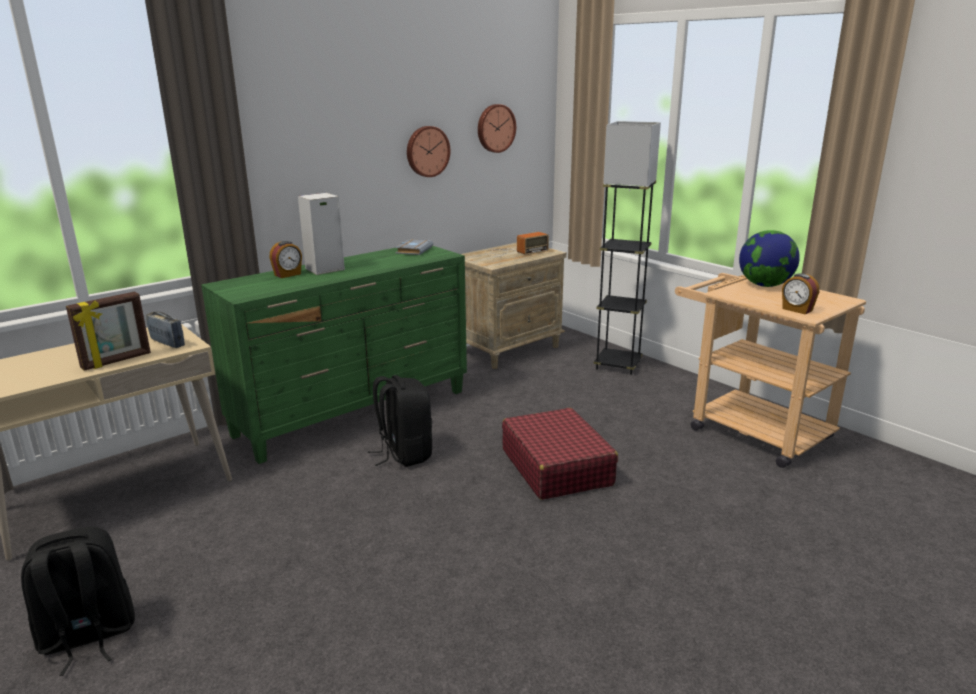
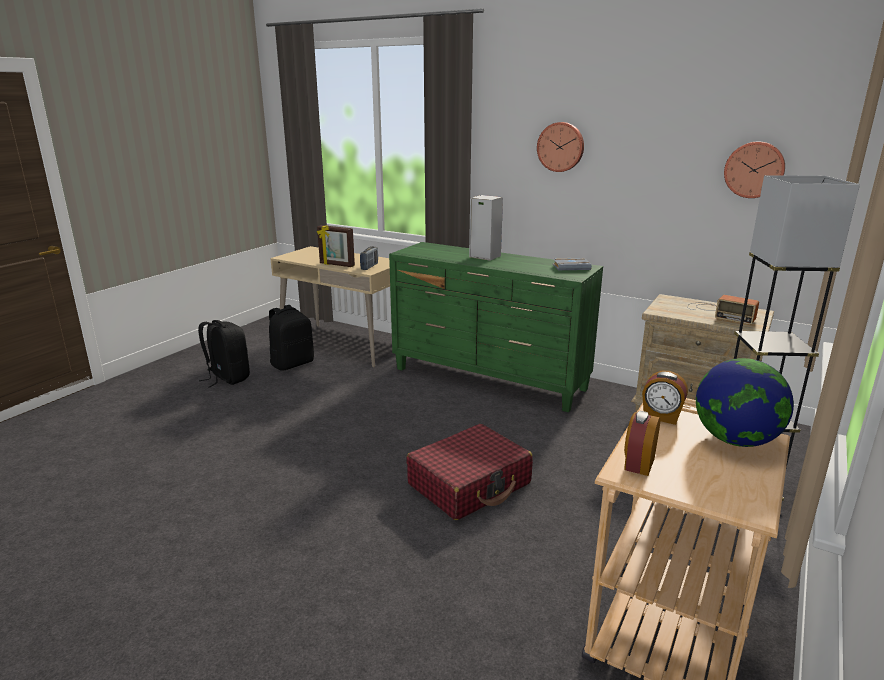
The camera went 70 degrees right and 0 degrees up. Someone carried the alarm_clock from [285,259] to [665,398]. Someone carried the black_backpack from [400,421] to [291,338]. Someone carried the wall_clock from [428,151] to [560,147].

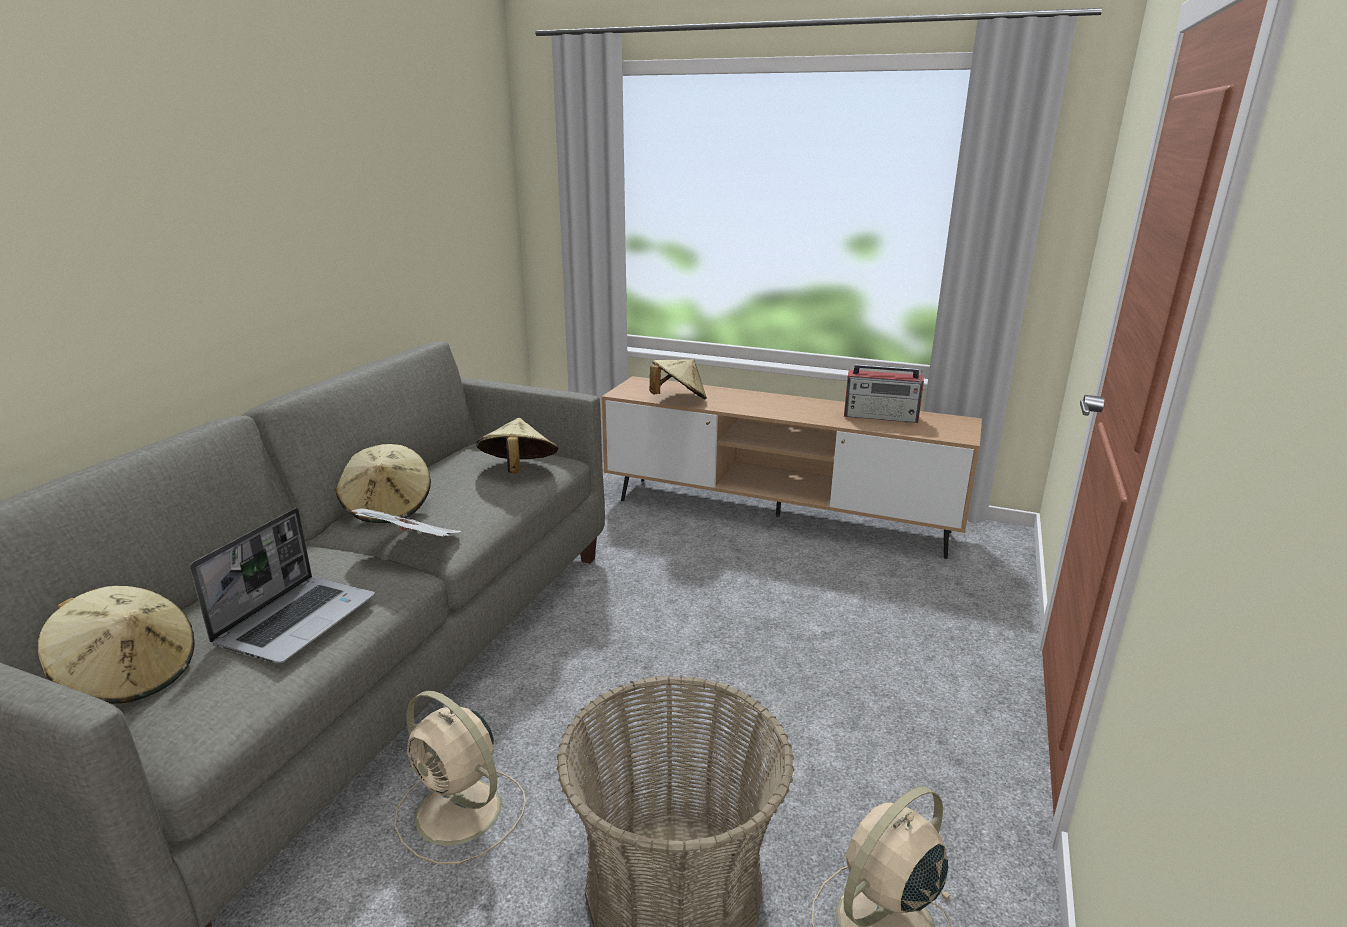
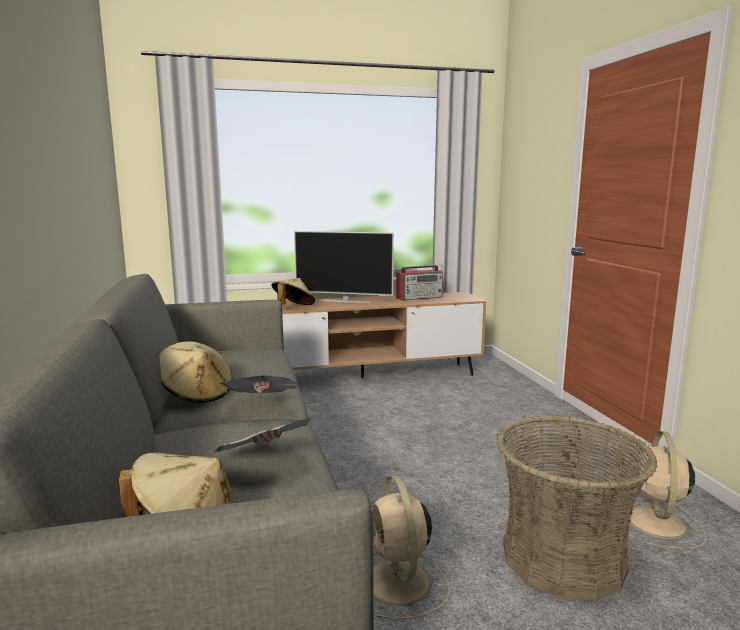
The camera went 35 degrees left and 10 degrees down. Someone swapped the laptop at [282,586] for the newspaper at [262,436]. Someone rotated the beige_fan at [460,777] by 75 degrees clockwise. Someone took away the beige_hat at [517,445]. Someone put down the television at [344,267].

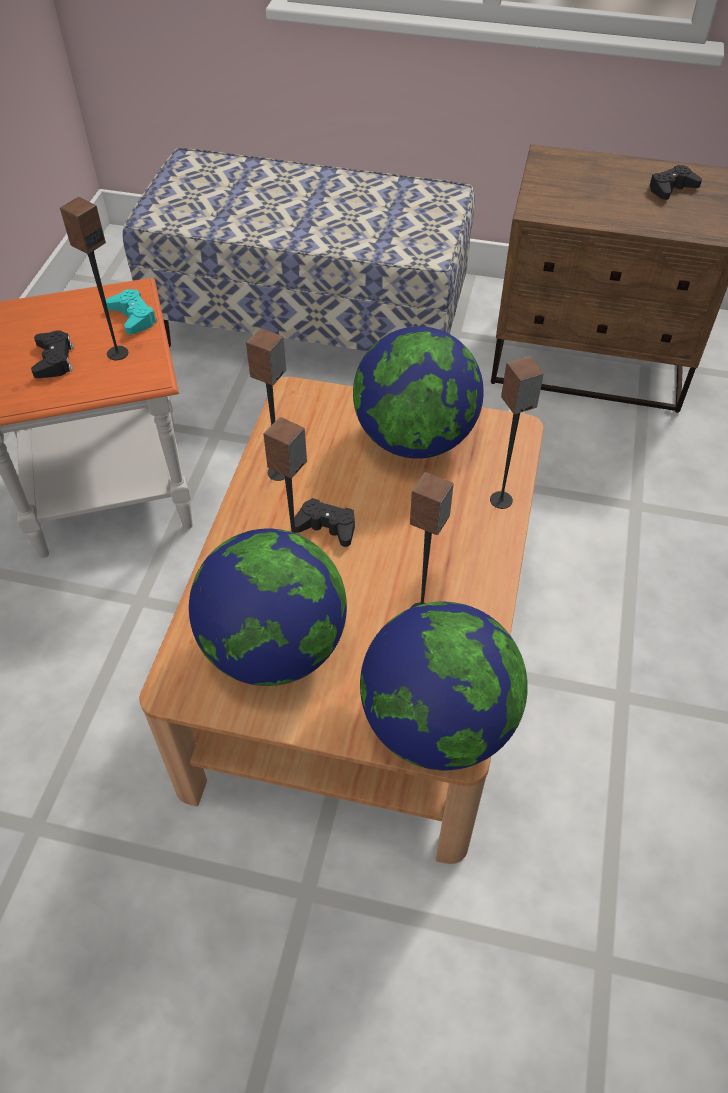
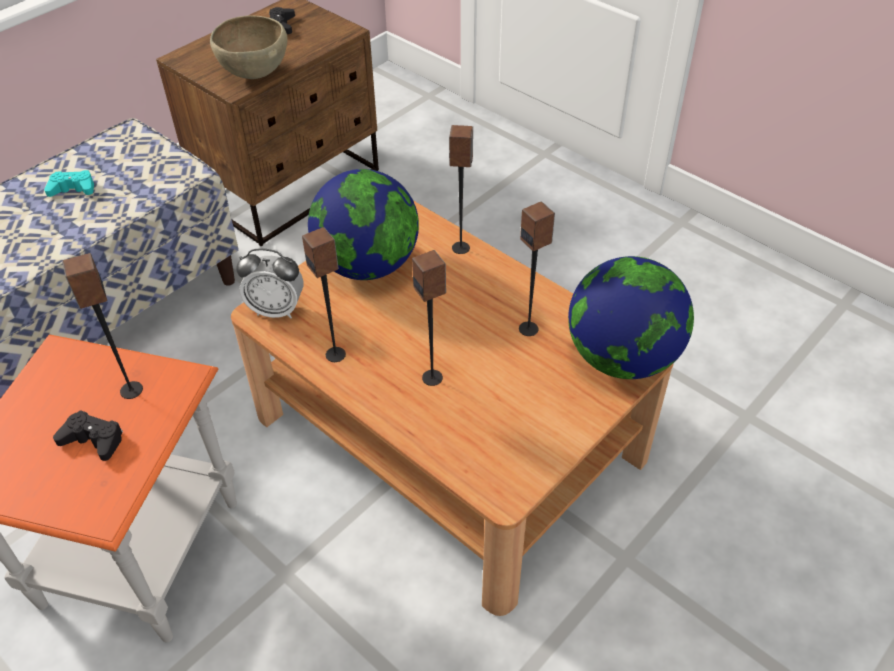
The camera went 60 degrees left and 5 degrees down. Someone carried the turquoise_game_controller from [131,312] to [69,183]. Someone took away the globe at [268,607]. Someone took away the black_game_controller at [324,522]. Someone put down the brown_bowl at [249,47]. Someone put down the alarm_clock at [270,283].

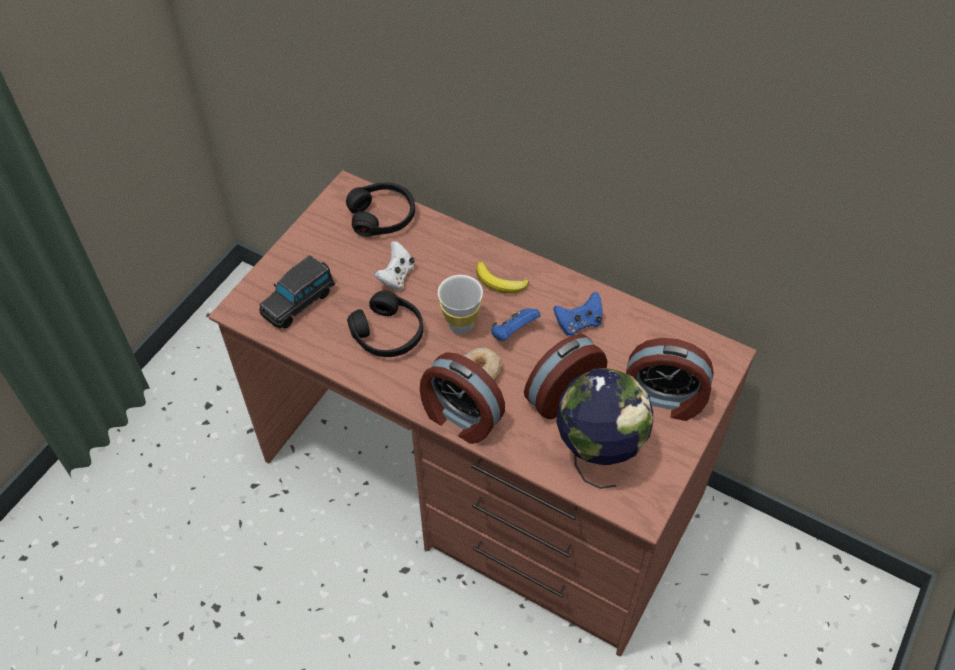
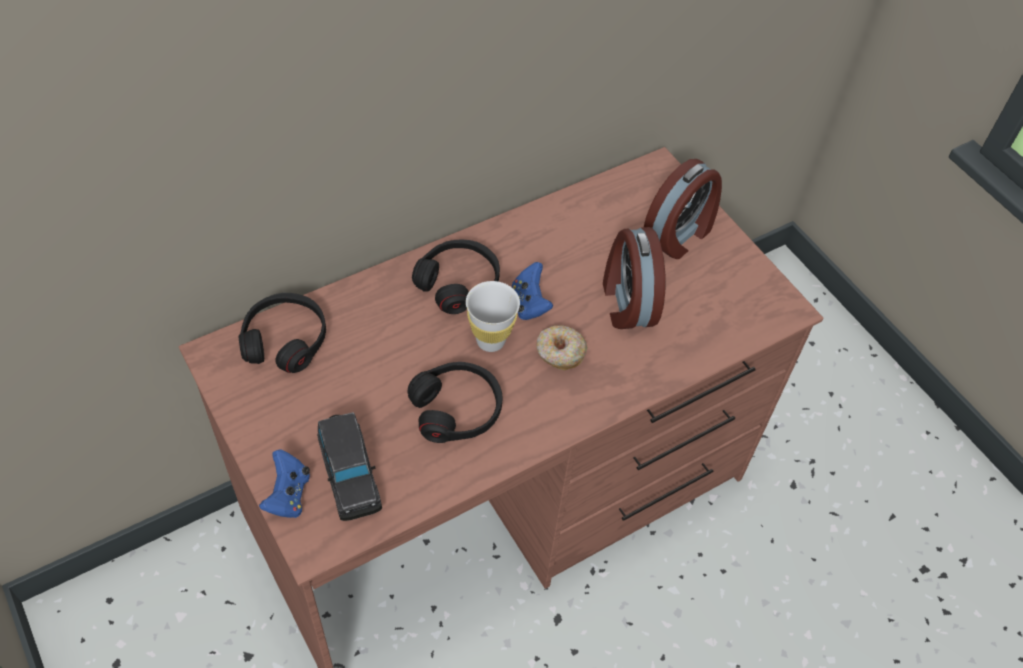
The camera went 65 degrees left and 0 degrees up. Someone took away the white_game_controller at [394,265]. Someone took away the alarm_clock at [462,398]. Someone swapped the banana at [502,277] for the black_headphones at [456,276]. Someone carried the blue_game_controller from [578,314] to [284,483]. Someone took away the globe at [604,428].

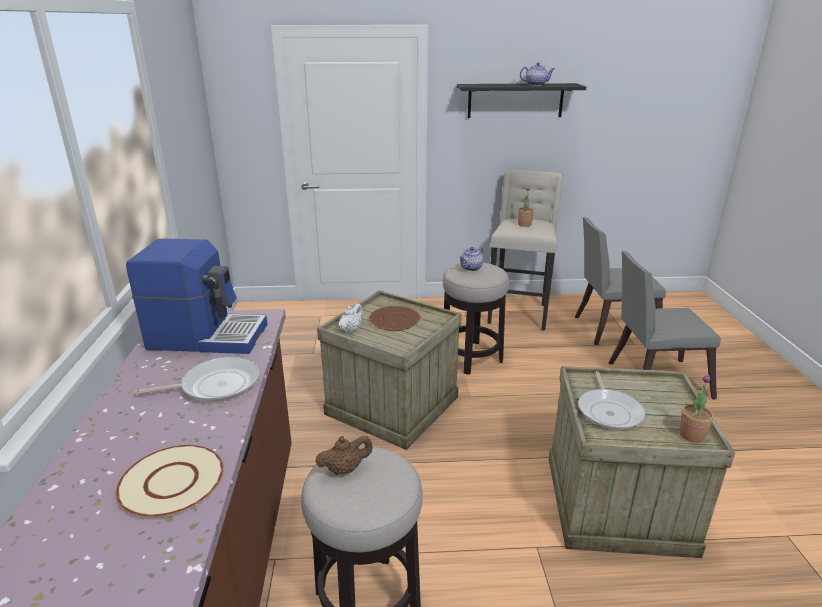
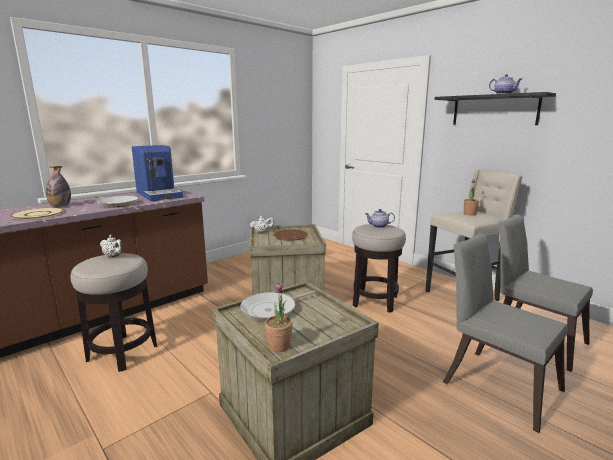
The camera went 50 degrees right and 10 degrees down. Someone repainted the brown_teapot at [344,455], which became the white_teapot at [112,246]. Someone put down the bottle at [58,186].

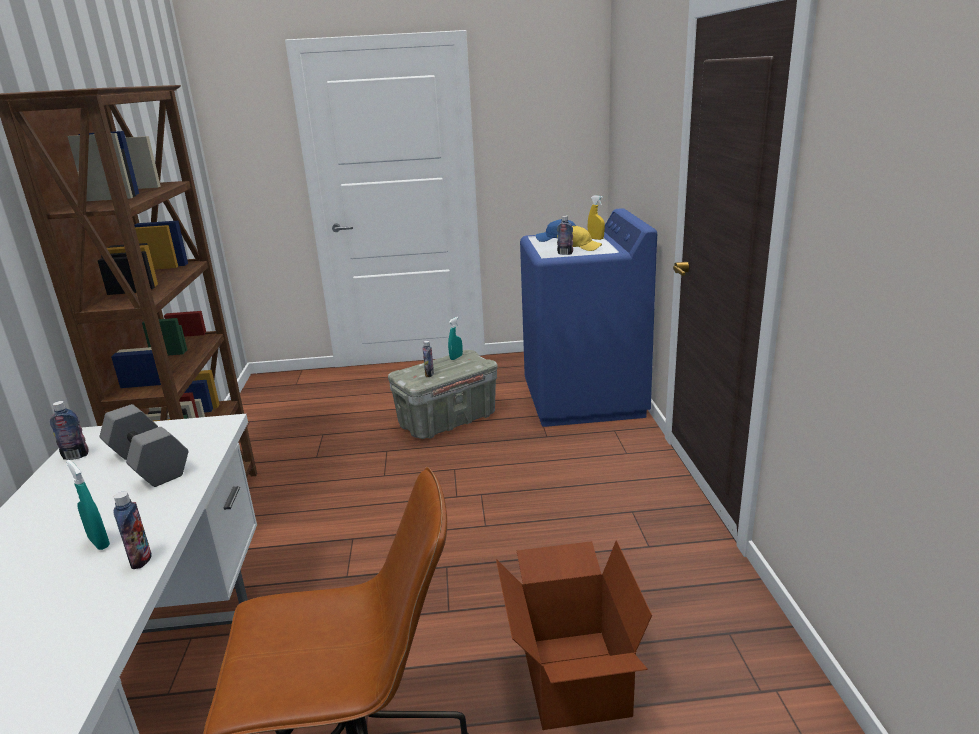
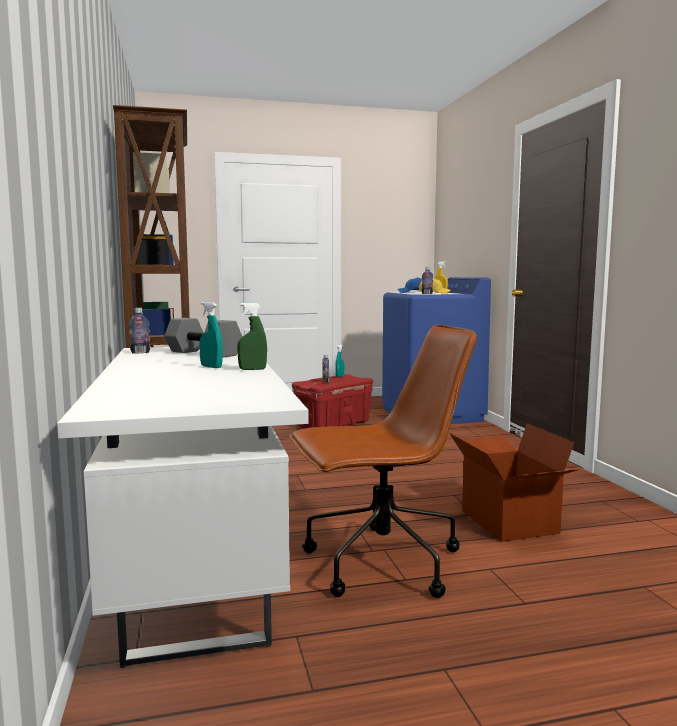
The camera went 10 degrees left and 15 degrees down. Someone swapped the bottle at [133,530] for the green_spray_bottle at [252,336]. Someone repainted the grey_storage_box at [443,394], which became the red_storage_box at [332,401].

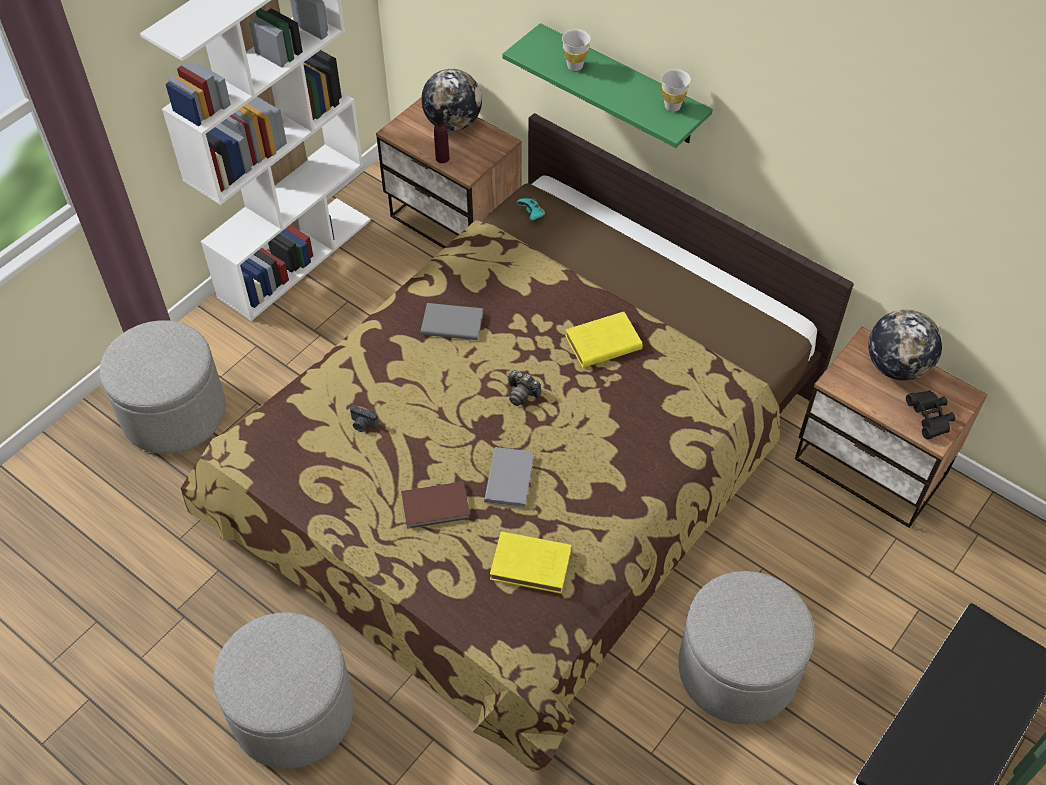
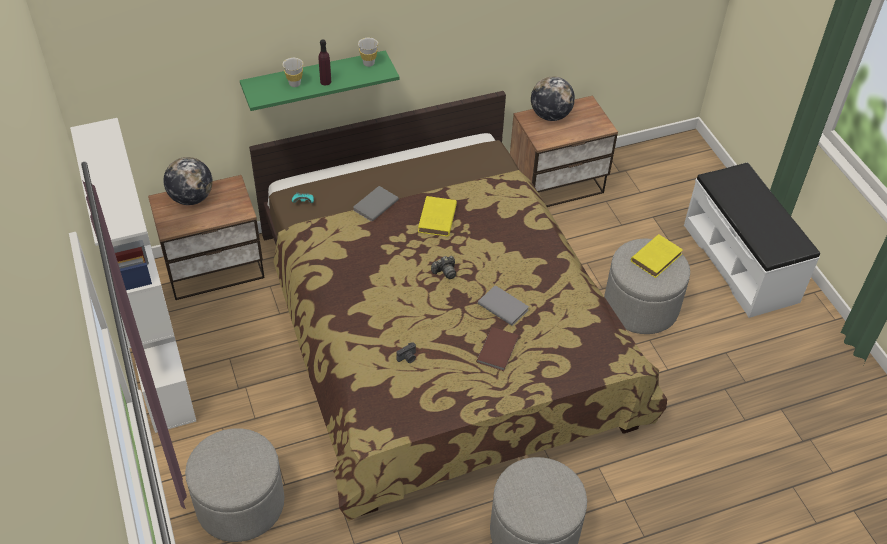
The camera went 60 degrees left and 5 degrees down. Someone carried the grey_book from [452,321] to [376,204]. Someone carried the purple_bottle from [441,136] to [325,62]. Someone carried the yellow_book from [531,562] to [657,256]. Someone took away the black_binoculars at [931,414].

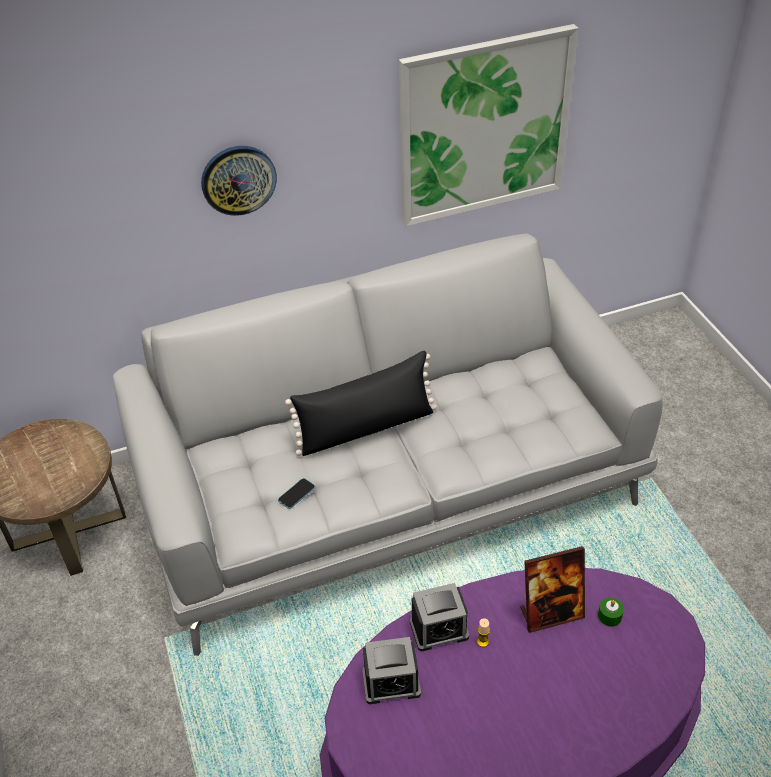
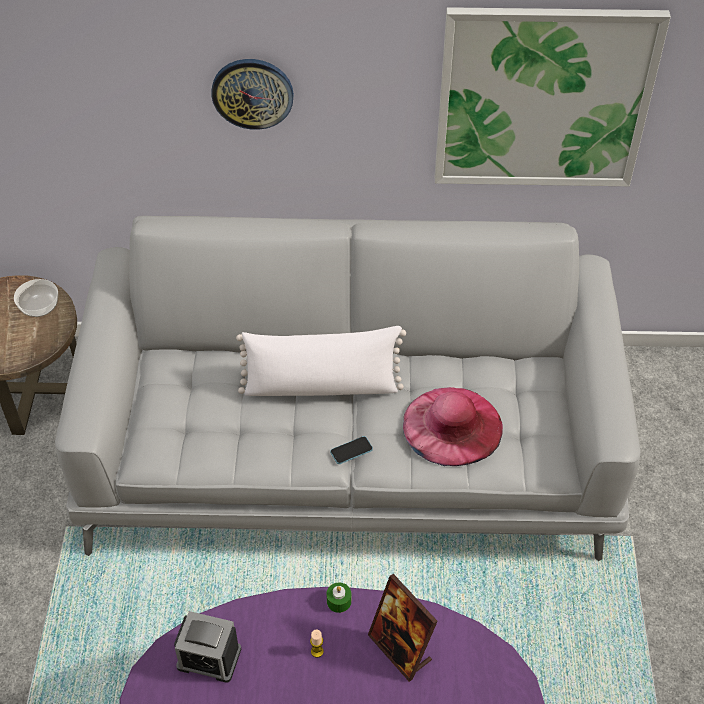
The camera went 20 degrees right and 5 degrees up. Someone carried the phone from [296,493] to [351,450]. Someone repainted the black_pillow at [361,403], which became the white_pillow at [321,361]. Someone took away the alarm_clock at [439,617]. Someone rotated the picture_frame at [552,589] by 45 degrees clockwise. Someone carried the green_candle from [611,612] to [339,597]. Someone put down the bowl at [36,298]. Someone put down the pink_hat at [453,426].

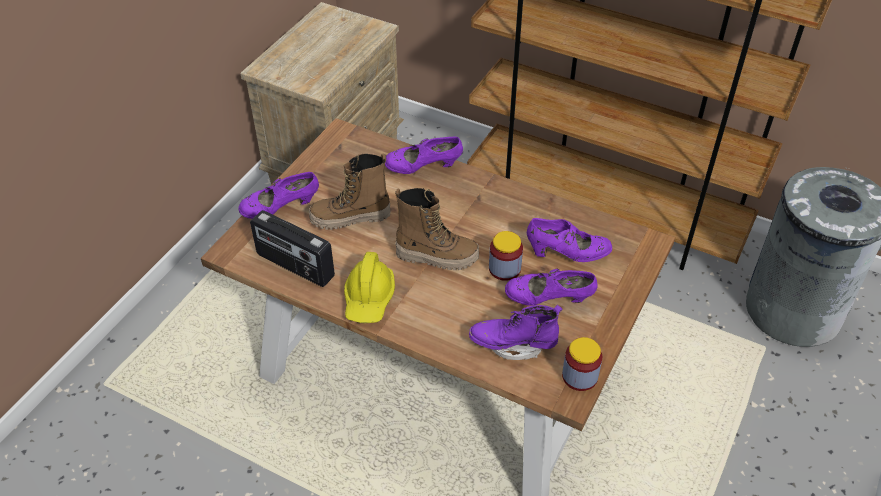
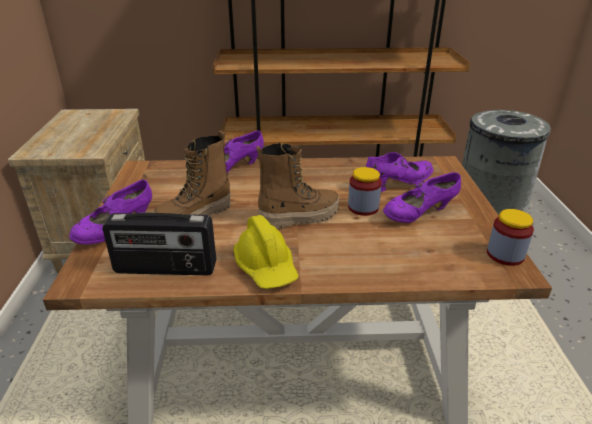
The camera went 30 degrees left and 15 degrees down. Someone took away the purple_boot at [516,332].

